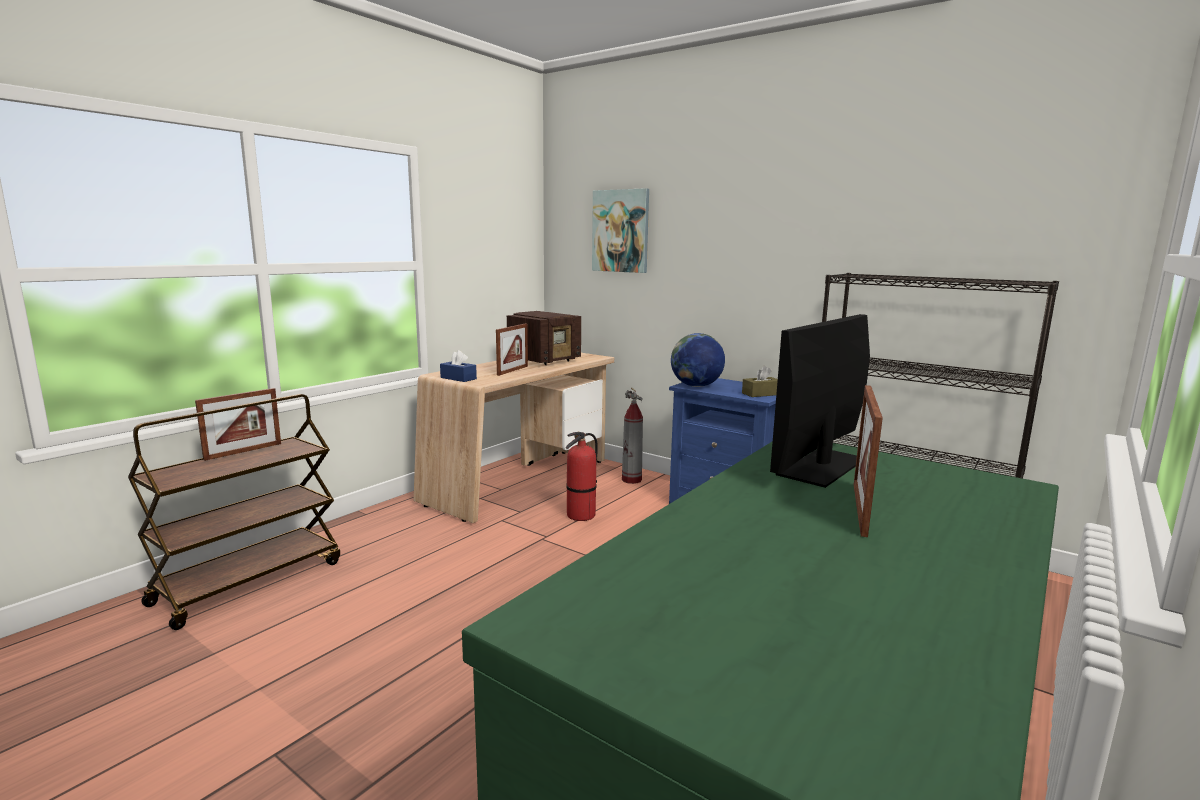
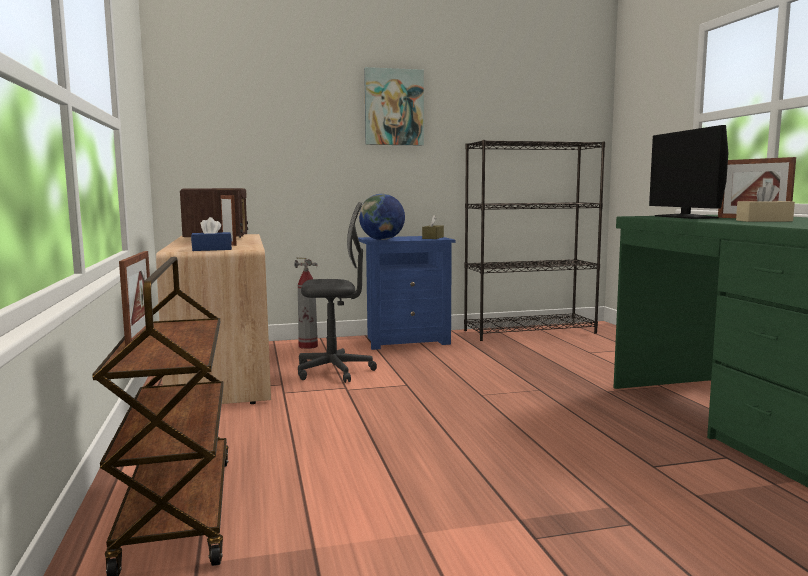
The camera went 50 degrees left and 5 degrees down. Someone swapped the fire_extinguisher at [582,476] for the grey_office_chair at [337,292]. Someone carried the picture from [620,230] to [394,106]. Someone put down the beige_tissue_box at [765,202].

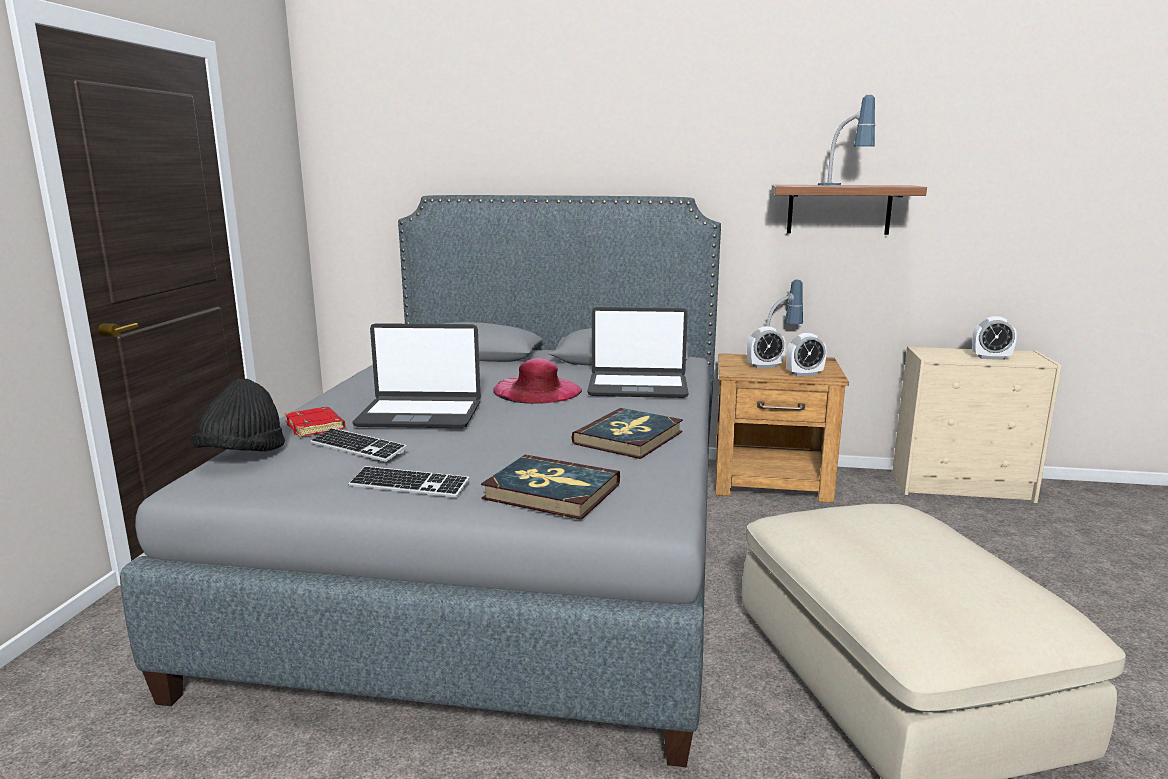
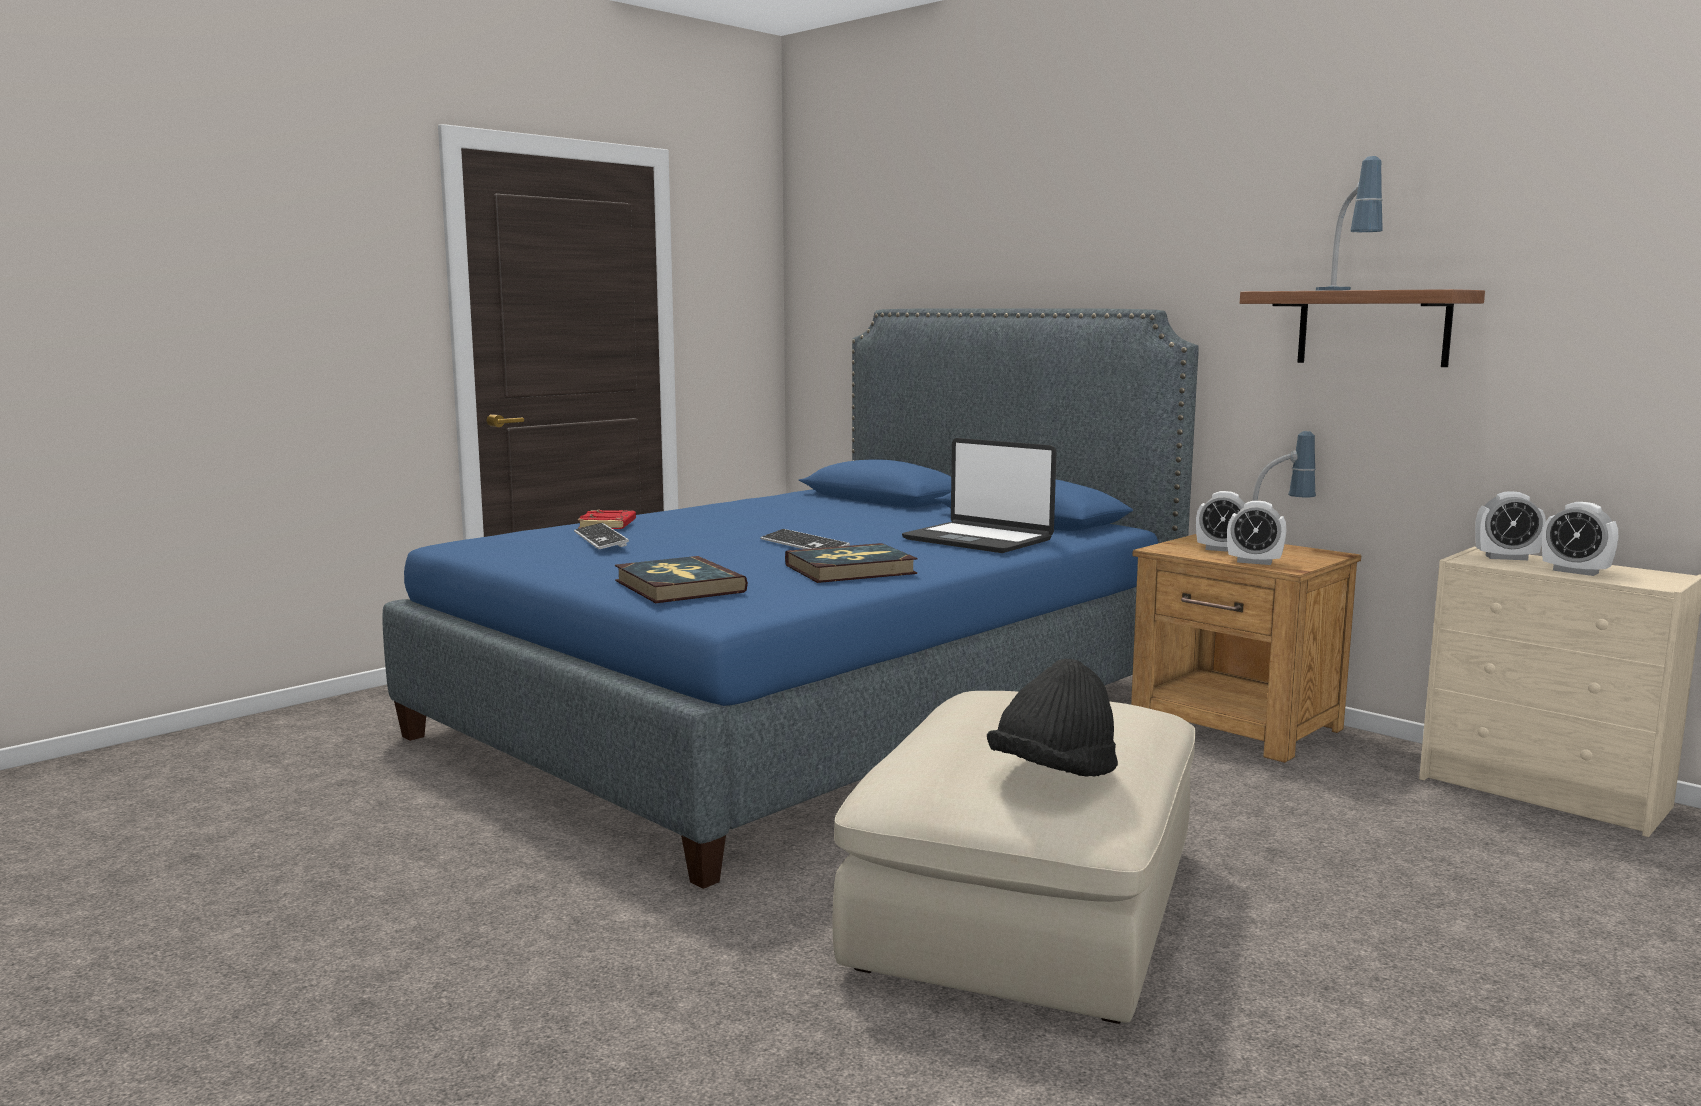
The camera went 35 degrees right and 5 degrees down. Someone repainted the grey_bed at [420,481], which became the blue_bed at [790,598]. Someone carried the black_hat from [237,415] to [1052,718]. Someone carried the keyboard from [409,481] to [805,539]. Someone took away the laptop at [416,375]. Someone took away the pink_hat at [537,381]. Someone put down the alarm_clock at [1510,525].

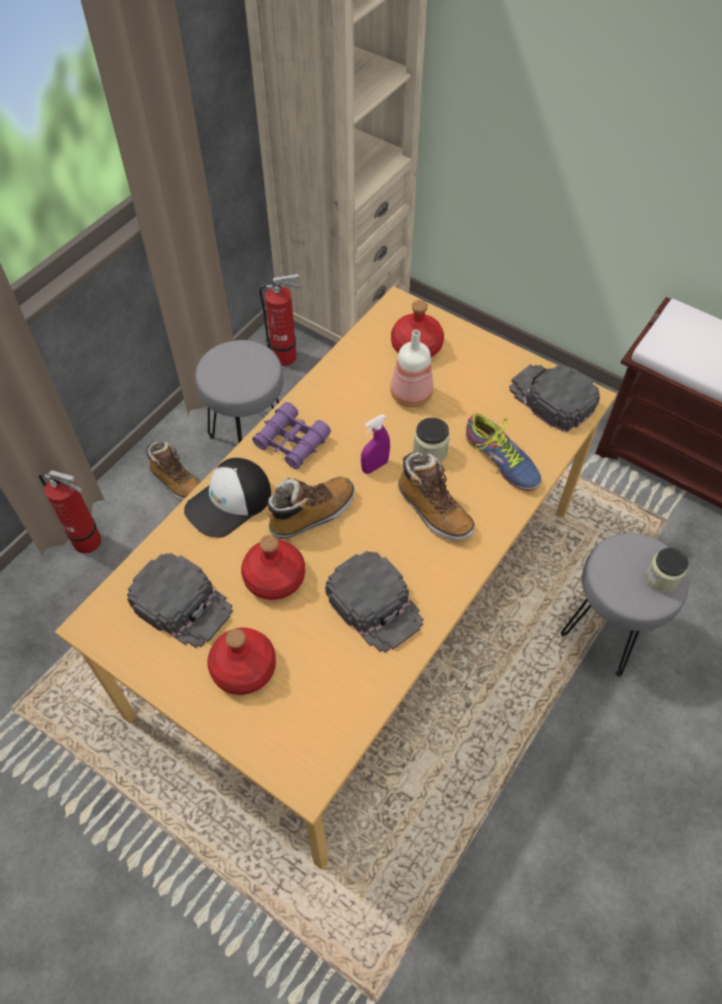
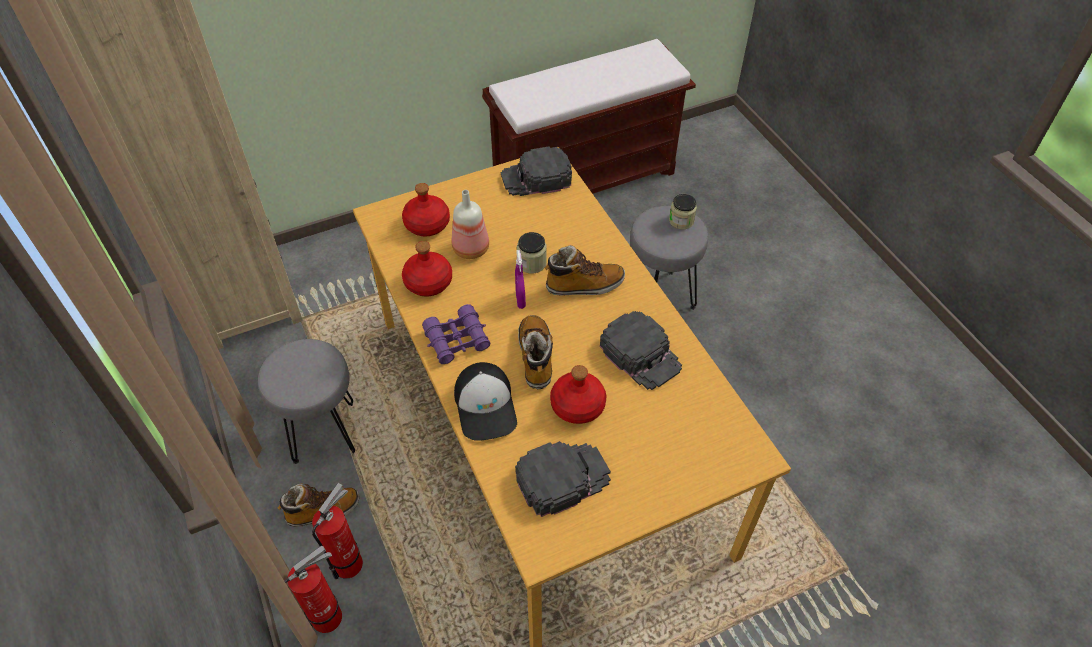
The camera went 60 degrees left and 5 degrees down. Someone carried the red_bottle from [241,661] to [427,268]. Someone carried the fire_extinguisher from [281,320] to [337,531]. Someone rotated the black_cap at [374,602] by 60 degrees clockwise. Someone took away the shoe at [504,452].

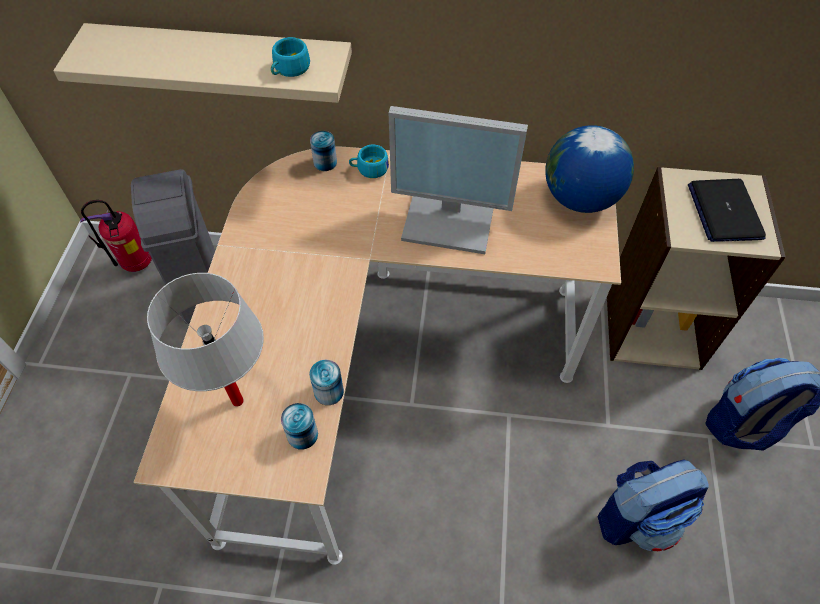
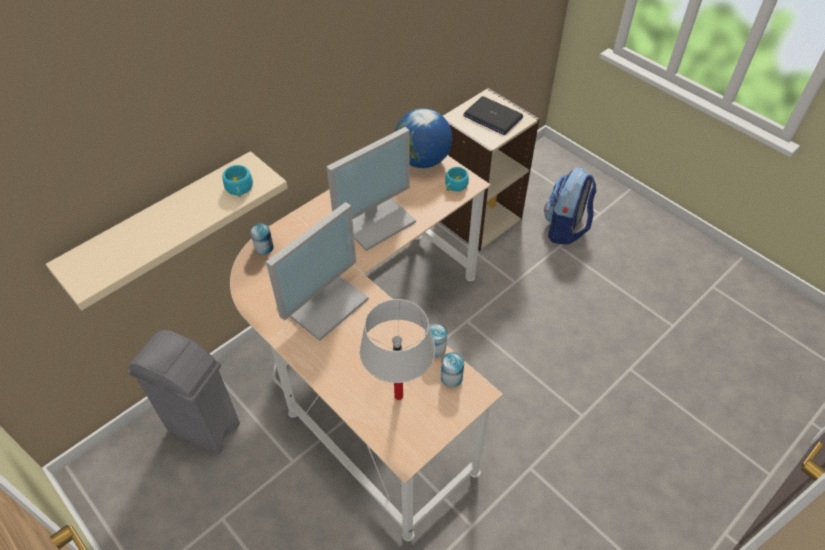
The camera went 50 degrees left and 5 degrees down. Someone took away the fire_extinguisher at [116,236]. Someone carried the turquoise_cup from [369,161] to [457,179]. Someone took away the backpack at [653,505]. Someone put down the monitor at [317,271].

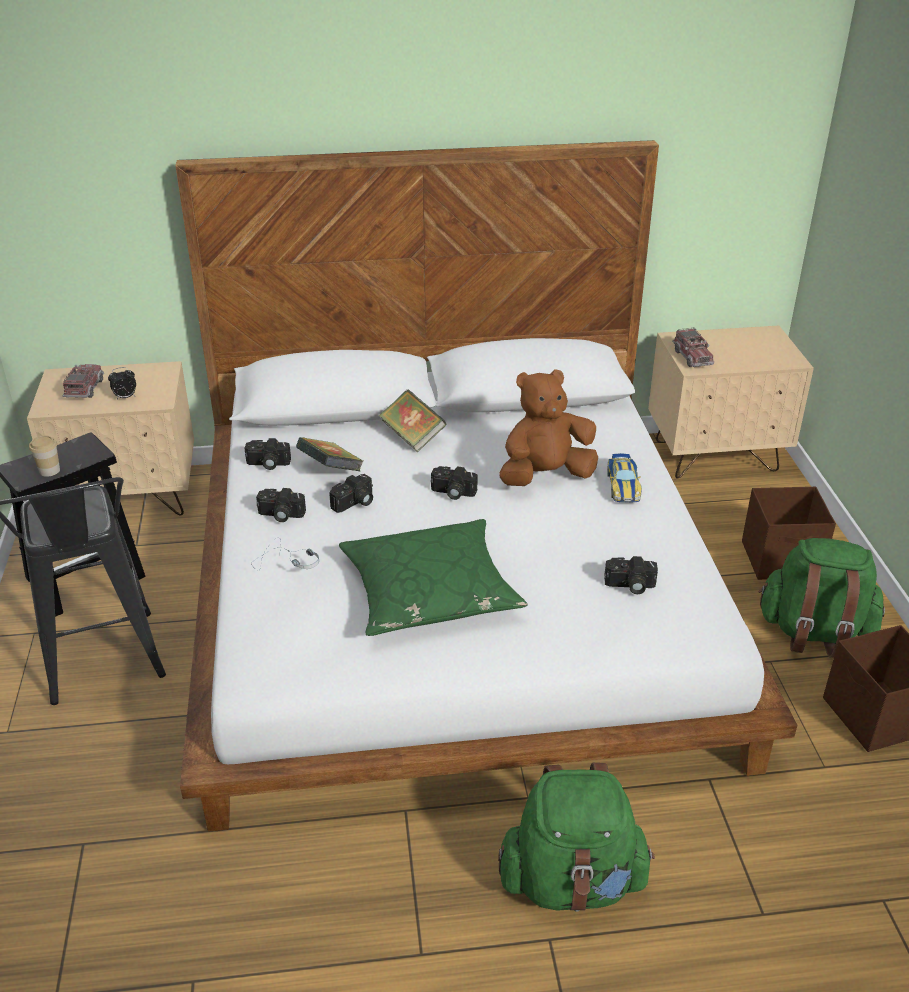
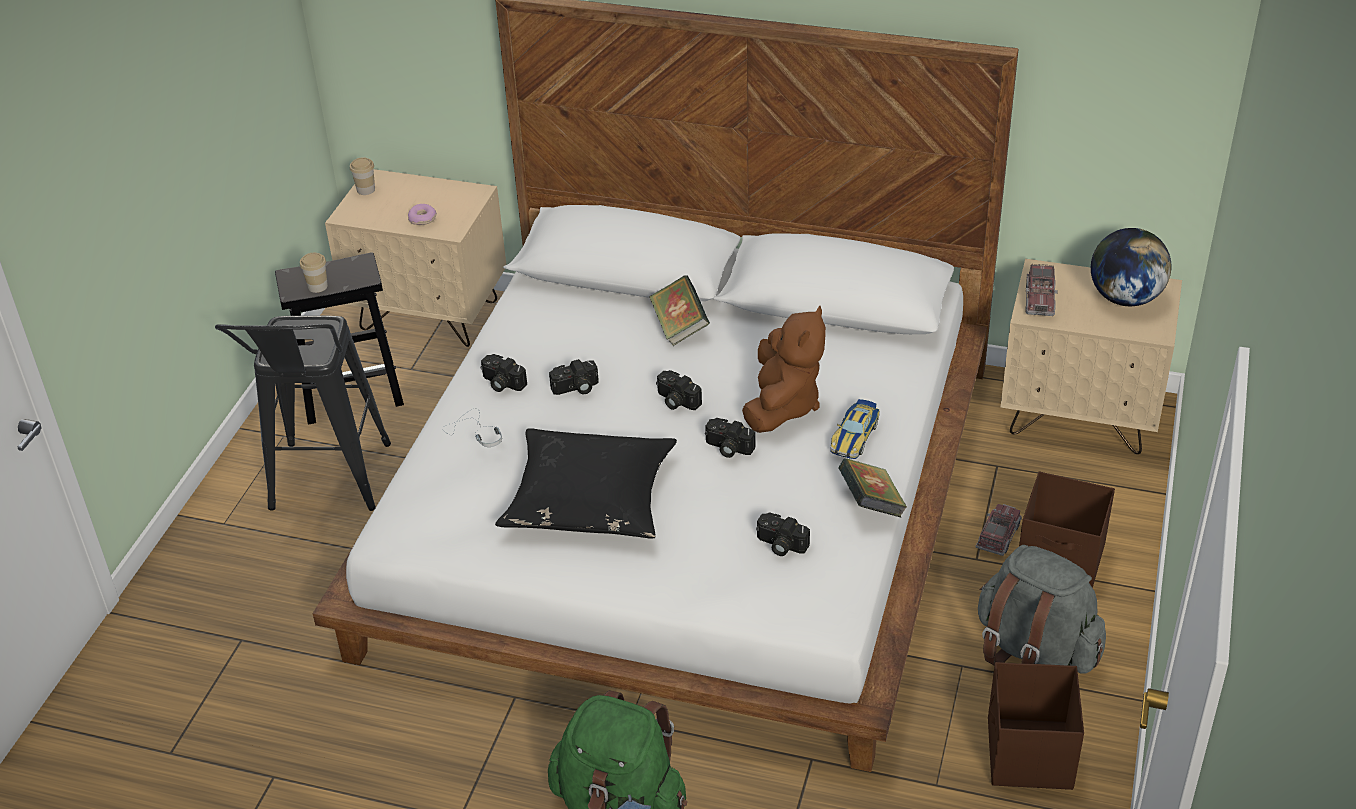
The camera went 25 degrees right and 5 degrees up. Someone carried the toy_truck from [83,381] to [998,530]. Someone swapped the alarm_clock at [122,383] for the donut at [422,214]. Someone carried the photo_camera from [268,454] to [730,438]. Someone carried the book from [329,454] to [872,487]. Someone repainted the green_pillow at [433,577], which became the black_pillow at [586,483]. Someone rotated the brown_plush_toy at [548,427] by 105 degrees clockwise. Someone repainted the green_backpack at [821,598], which became the grey_backpack at [1042,609]. Someone put down the cup at [362,176]. Someone put down the globe at [1131,267].

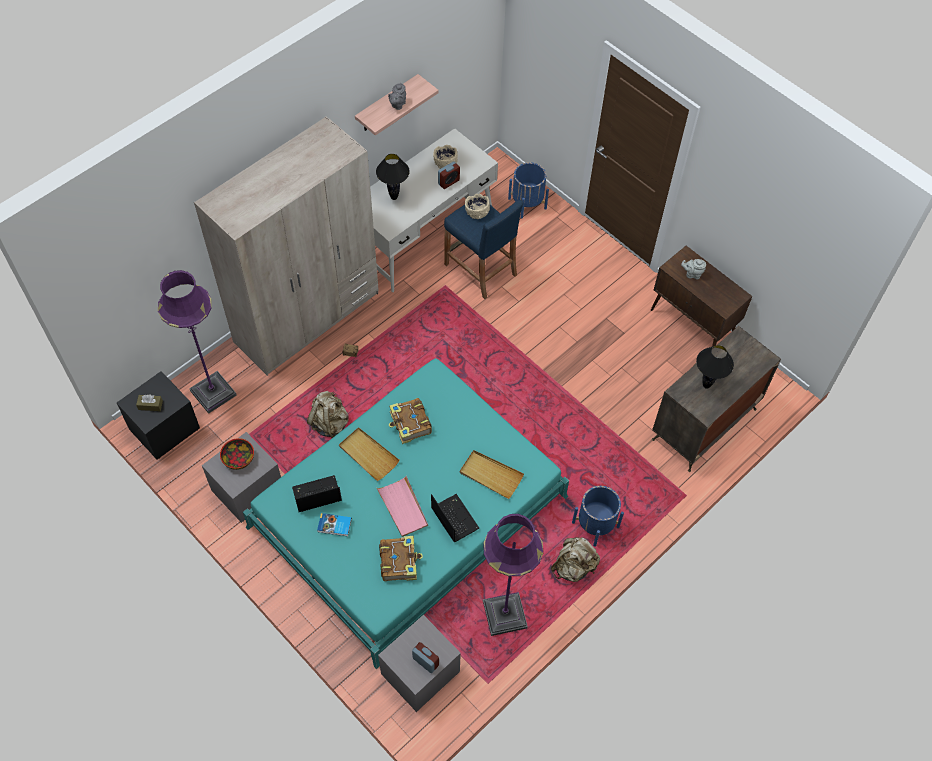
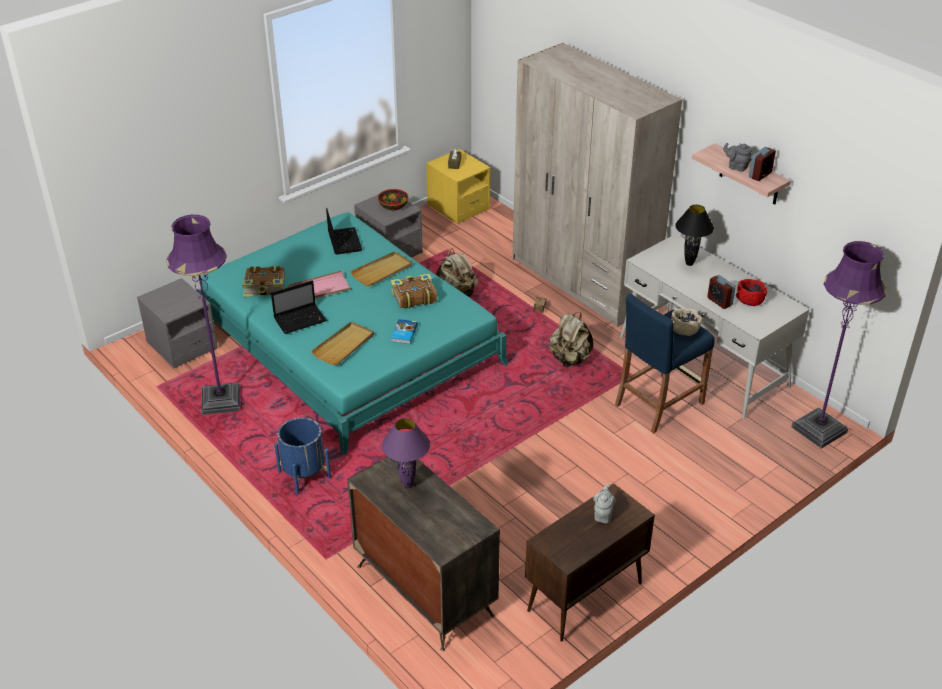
The camera went 95 degrees right and 20 degrees down. Someone repainted the black_nightstand at [158,415], which became the yellow_nightstand at [458,186]. Someone carried the purple_floor_lamp from [197,342] to [839,345]. Someone carried the book from [334,525] to [404,331]. Someone carried the alarm_clock from [425,657] to [762,164]. Someone repainted the beige_bowl at [445,157], which became the red_bowl at [752,292]. Someone took away the blue_planter at [528,190]. Someone carried the beige_backpack from [575,559] to [571,339]. Someone repainted the black_table_lamp at [715,367], which became the purple_table_lamp at [406,453].

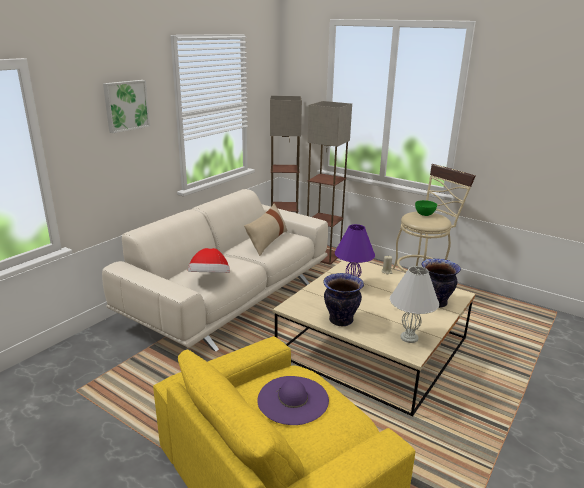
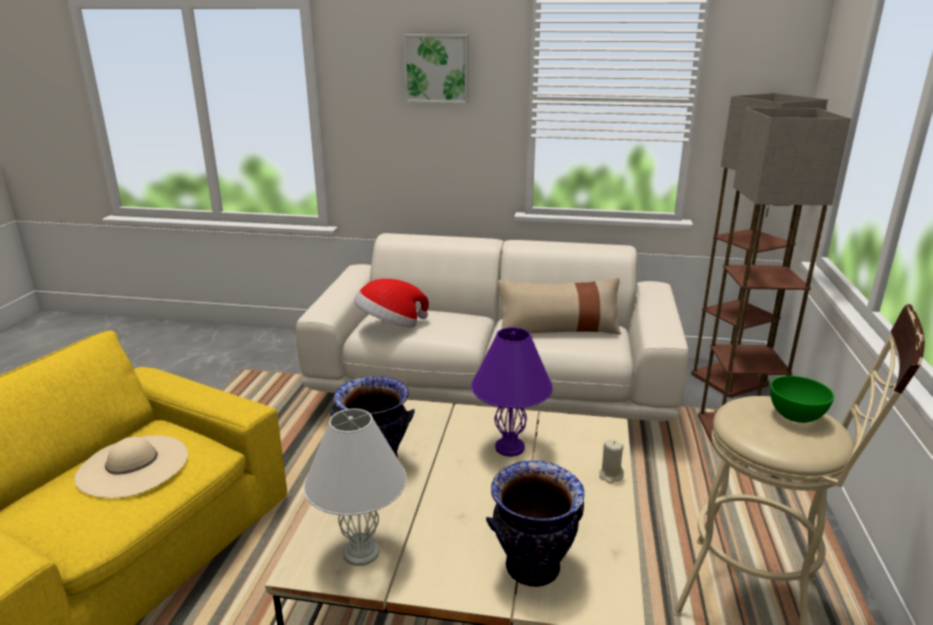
The camera went 65 degrees right and 0 degrees up. Someone repainted the purple_hat at [293,400], which became the beige_hat at [131,466].

